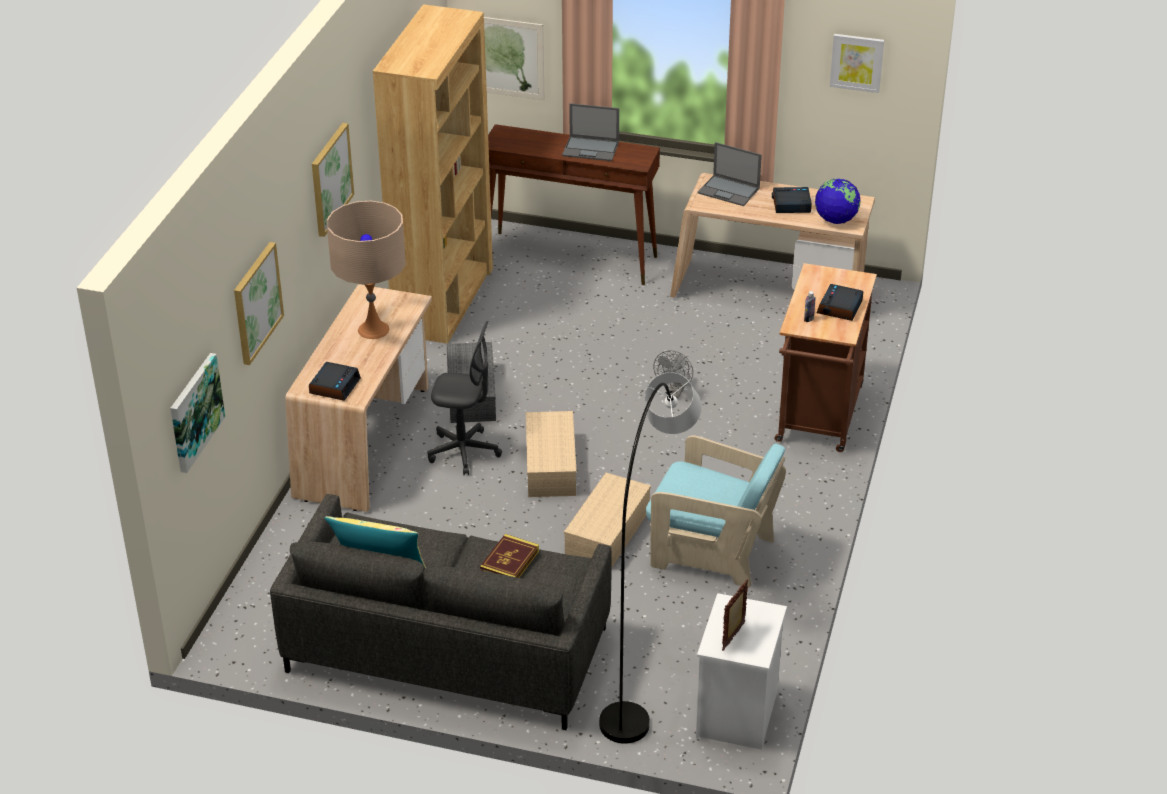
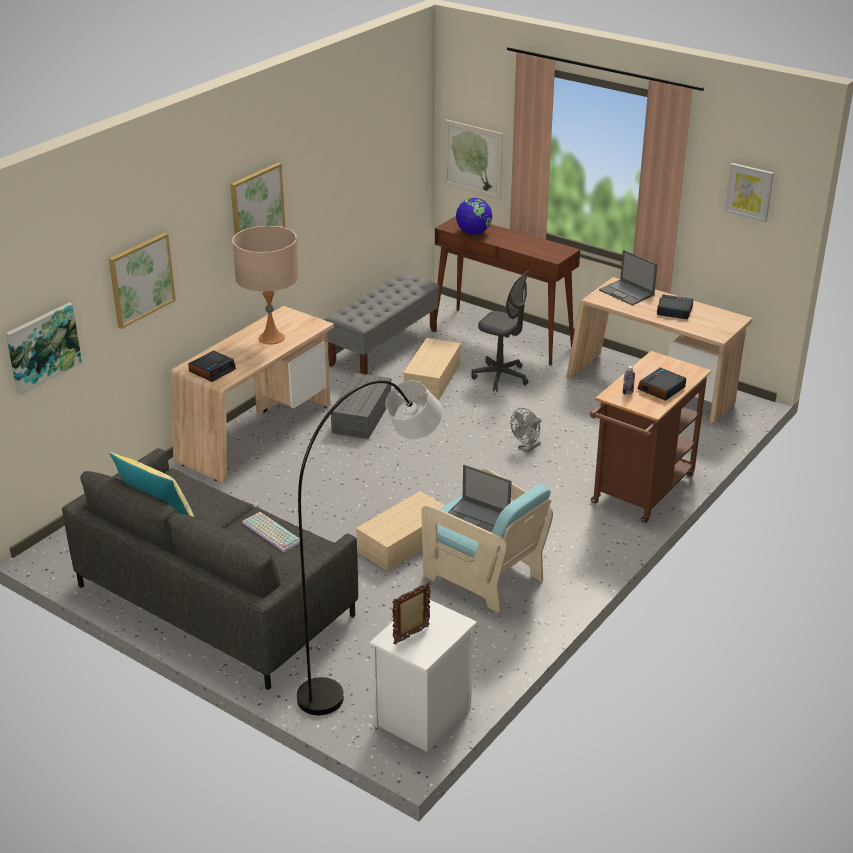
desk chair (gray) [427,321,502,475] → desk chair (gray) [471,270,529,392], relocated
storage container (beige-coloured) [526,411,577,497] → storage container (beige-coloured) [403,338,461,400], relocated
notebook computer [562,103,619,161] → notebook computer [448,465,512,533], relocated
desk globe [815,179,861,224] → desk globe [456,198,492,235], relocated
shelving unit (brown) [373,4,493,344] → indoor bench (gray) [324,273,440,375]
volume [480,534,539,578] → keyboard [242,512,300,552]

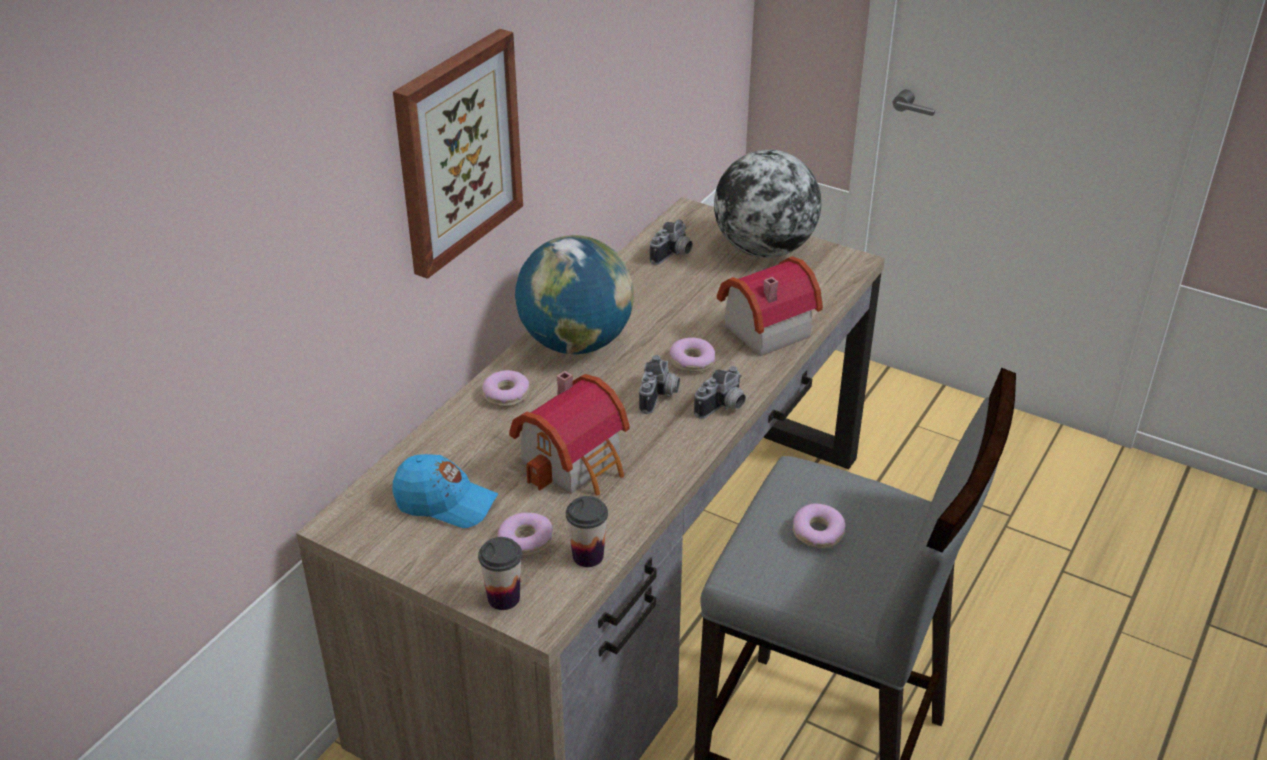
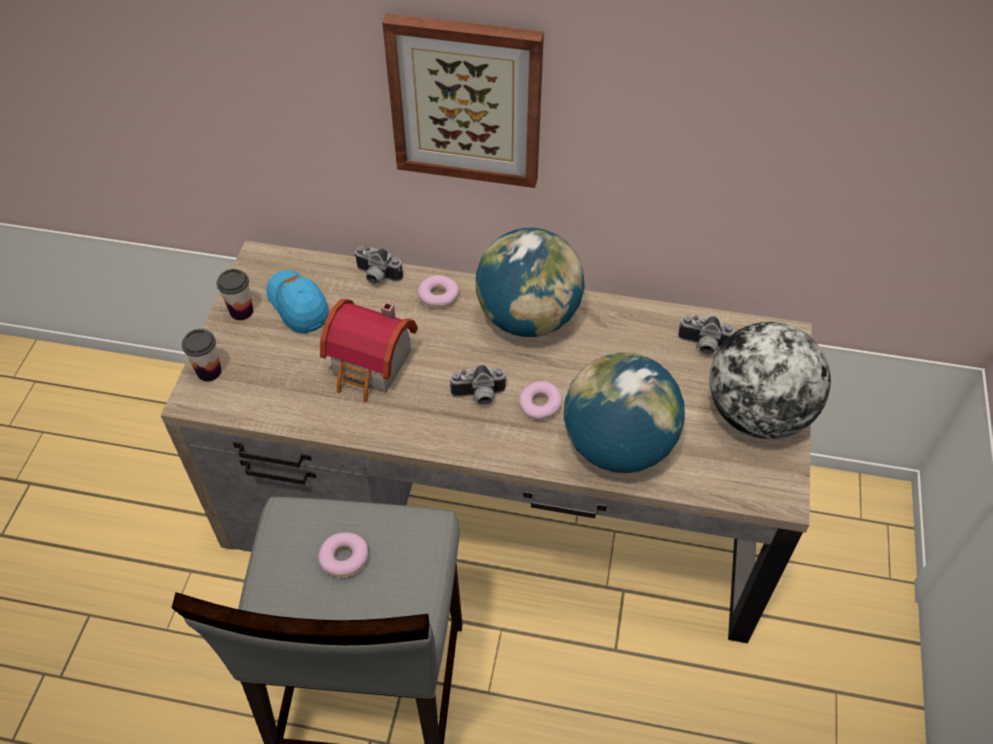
donut [497,513,553,556] → -
drinking cup [566,496,608,567] → drinking cup [217,269,253,320], relocated
still camera [694,366,746,419] → still camera [354,246,403,285], relocated
model house [717,256,823,356] → desk globe [564,352,685,473]
baseball cap (blue) [393,454,498,528] → baseball cap (blue) [266,270,329,334], 150 degrees clockwise

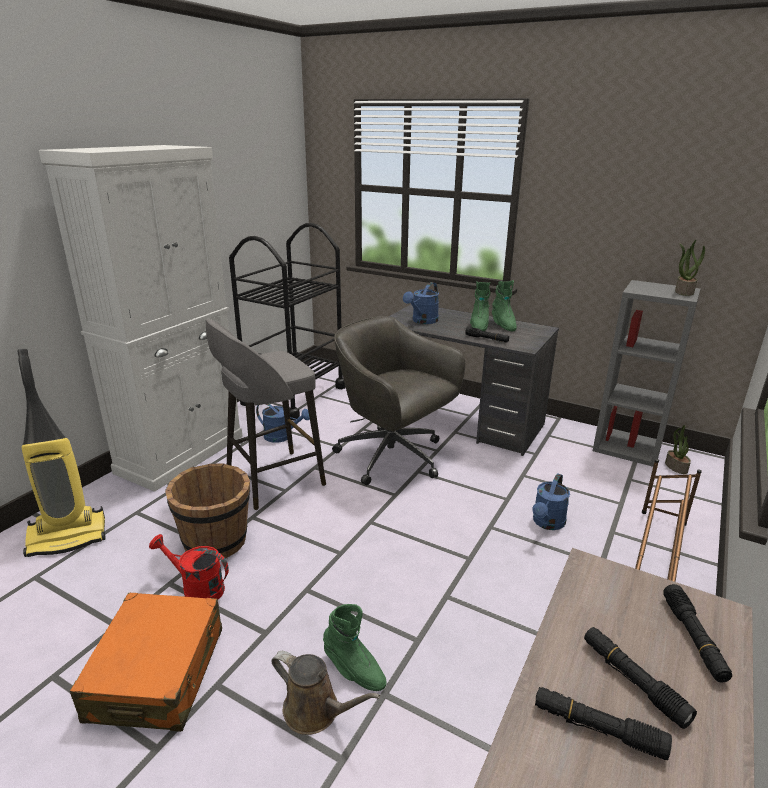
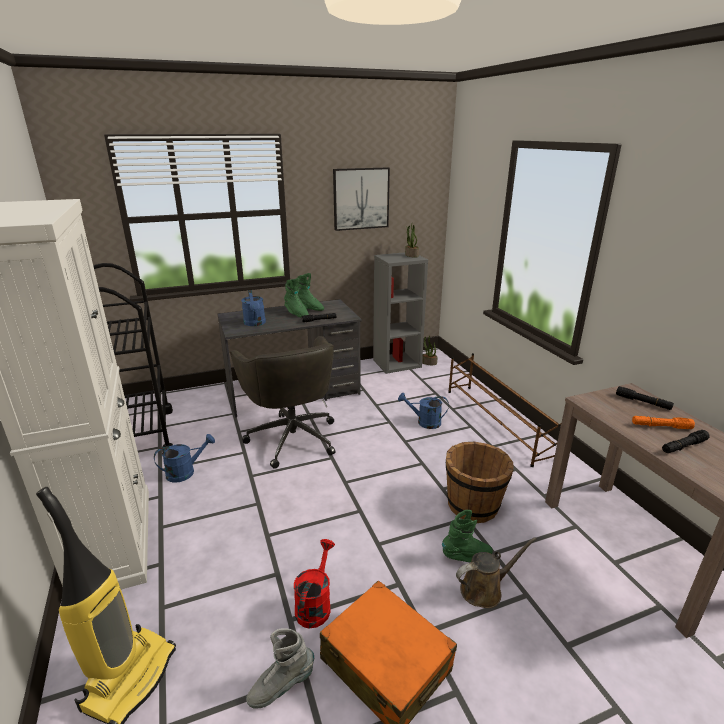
sitting stool (gray) [206,319,326,510] → -
- → high-top boot (gray) [246,628,314,709]
- → wall picture [333,167,390,231]
pail (brown) [165,464,250,559] → pail (brown) [446,442,514,523], relocated
hand torch (black-coloured) [584,627,697,729] → hand torch (orangey) [632,416,695,429]
sprinkling can (red) [149,534,229,599] → sprinkling can (red) [294,539,335,628], 135 degrees clockwise
desk chair (gray) [332,316,465,485] → desk chair (gray) [230,336,336,469], 105 degrees counterclockwise
sprinkling can (blue) [532,473,570,530] → sprinkling can (blue) [398,393,449,429], 120 degrees clockwise

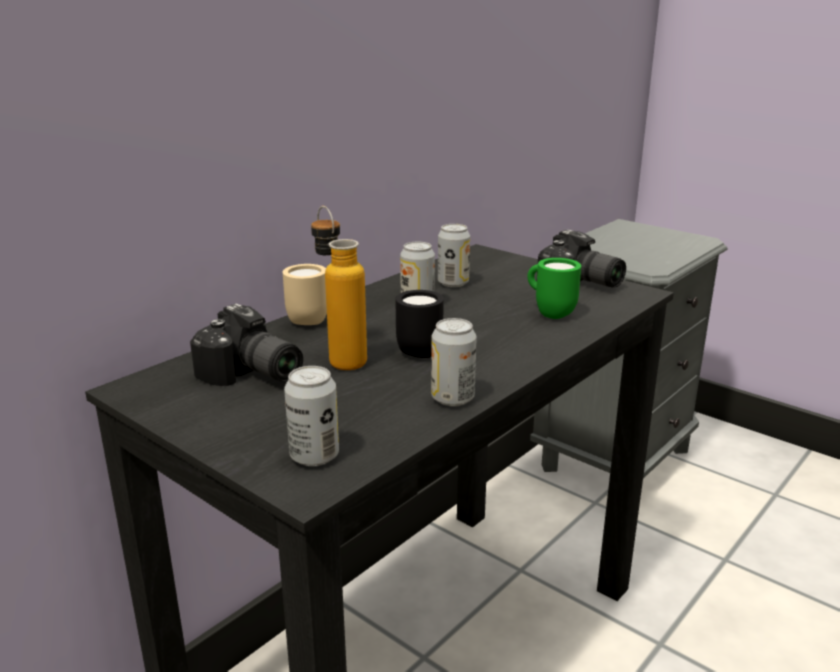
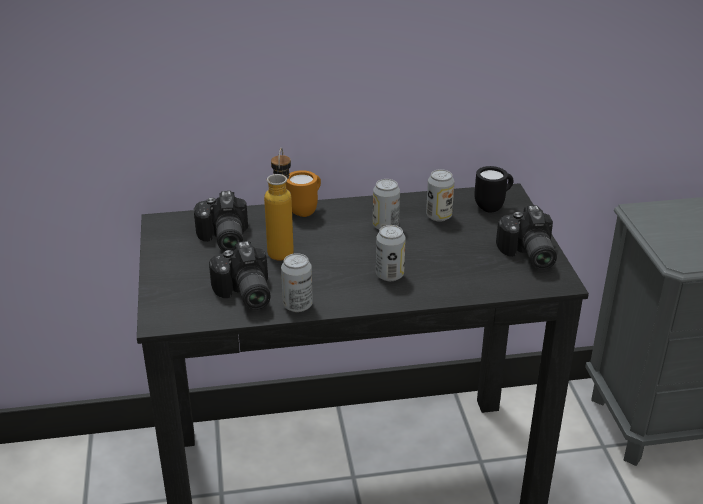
coffee mug (greenish) [527,258,581,319] → -
- → still camera [209,241,271,310]
sealed can [284,366,339,467] → sealed can [376,225,406,281], relocated
coffee mug (black-coloured) [395,290,444,358] → coffee mug (black-coloured) [474,166,514,213], relocated
coffee mug (beige-coloured) [283,264,327,325] → coffee mug (orangey) [286,170,321,217]

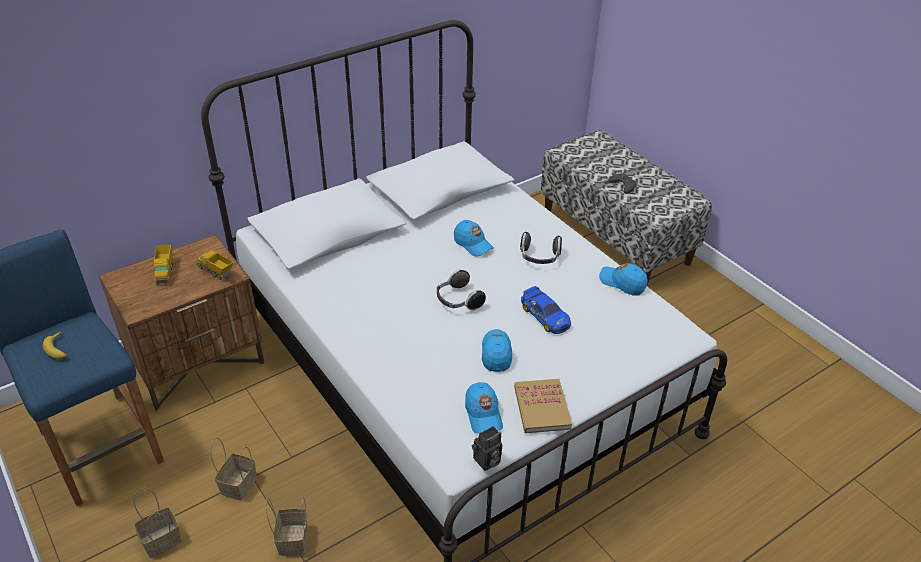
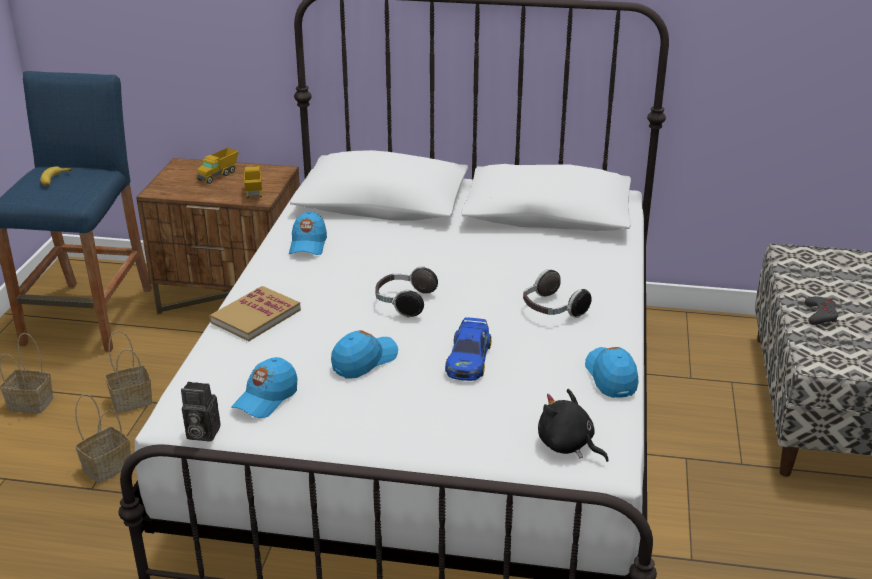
- → plush toy (black-coloured) [538,389,609,462]
baseball cap (blue) [454,220,494,256] → baseball cap (blue) [289,212,327,255], relocated
volume [514,379,572,433] → volume [209,286,301,341], relocated

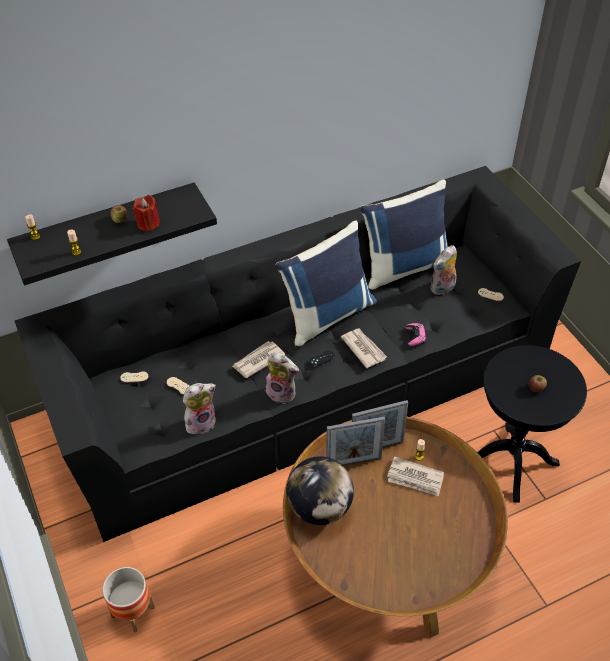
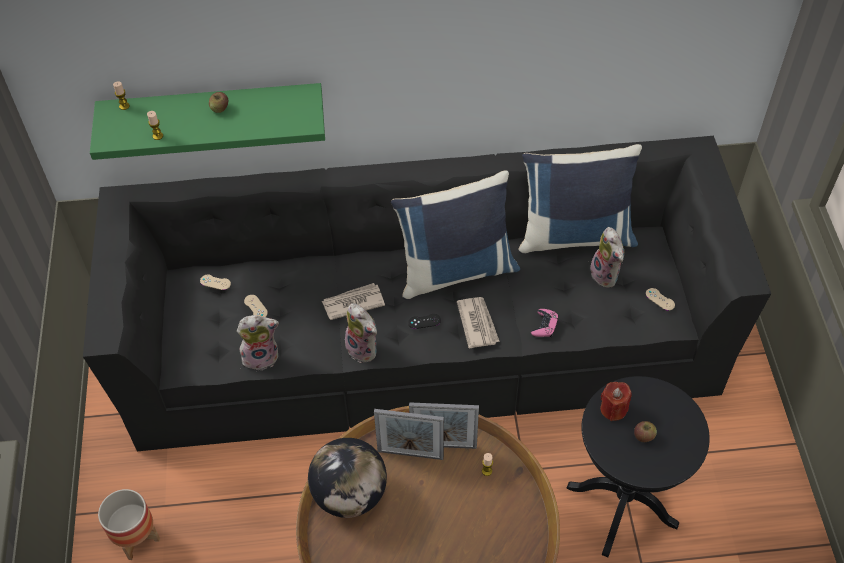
printed paper [387,457,444,496] → -
candle (red) [133,195,160,232] → candle (red) [600,382,631,421], relocated
bracket shelf (black-coloured) [7,182,217,285] → bracket shelf (greenish) [90,83,325,160]
plush toy [431,245,457,295] → plush toy [590,227,625,288], 90 degrees counterclockwise

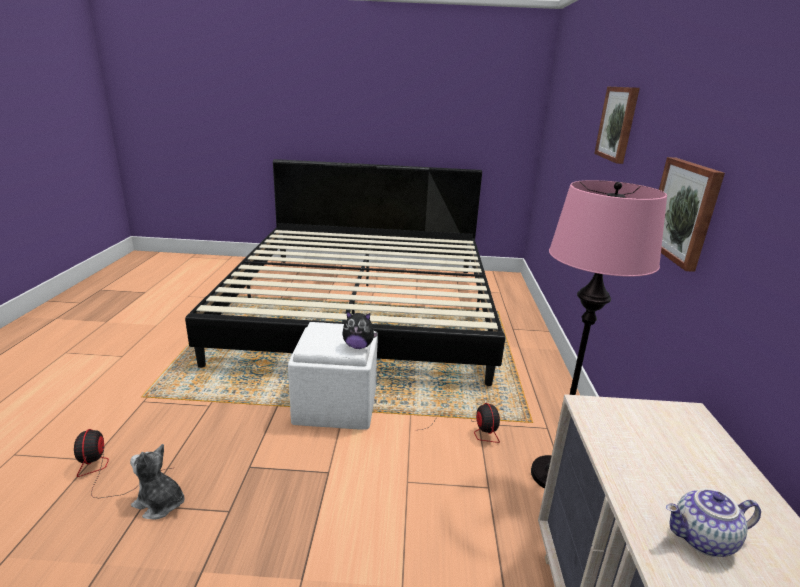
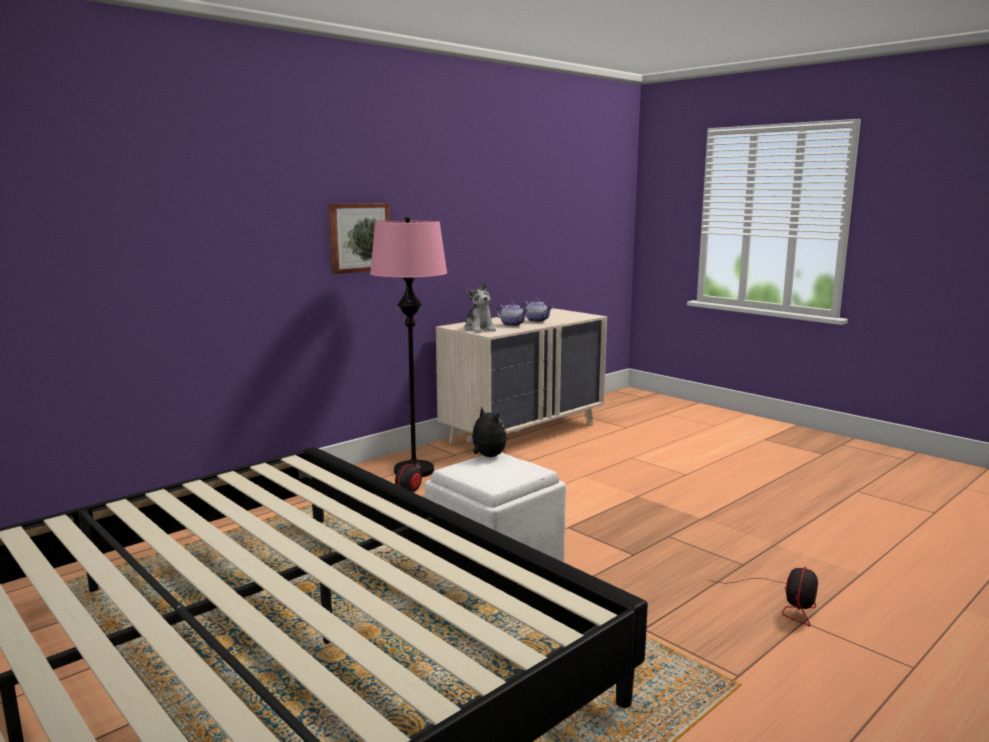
wall picture [594,87,640,164] → -
- → tea pot [497,302,528,326]
plush toy [130,444,185,520] → plush toy [464,282,496,333], relocated

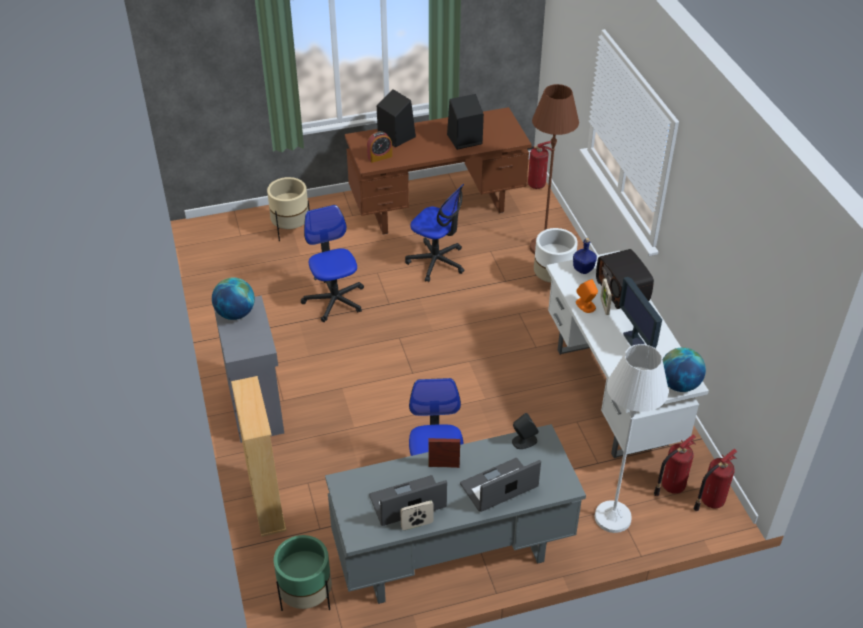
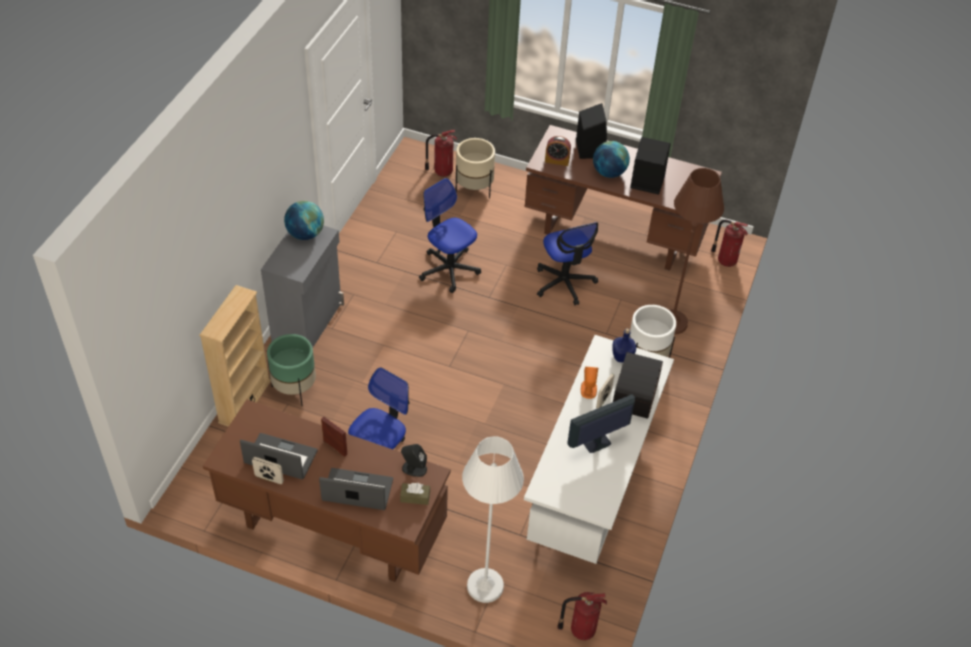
- → tissue holder (brown) [400,483,430,505]
plant pot (greenish) [274,535,332,611] → plant pot (greenish) [267,334,316,406], relocated
fire-fighting cylinder [654,434,696,496] → fire-fighting cylinder [425,130,457,177], relocated
desk globe [662,347,706,392] → desk globe [593,141,630,178], relocated
desk table (gray) [325,424,586,604] → desk table (brown) [203,400,451,582]
desk chair [301,205,364,322] → desk chair [419,178,481,293], 60 degrees counterclockwise
computer screen [619,277,662,348] → computer screen [567,394,635,453], 45 degrees clockwise

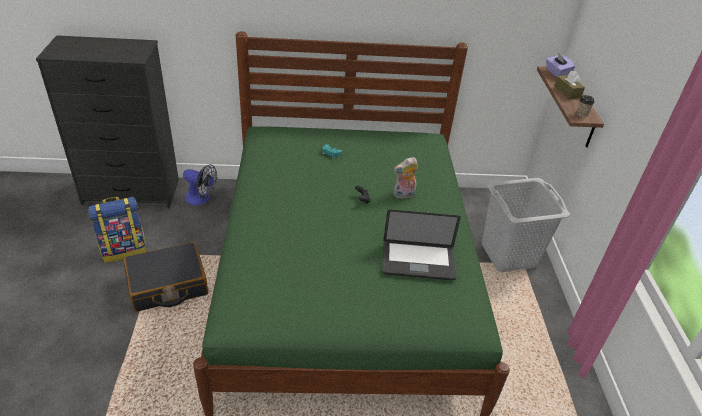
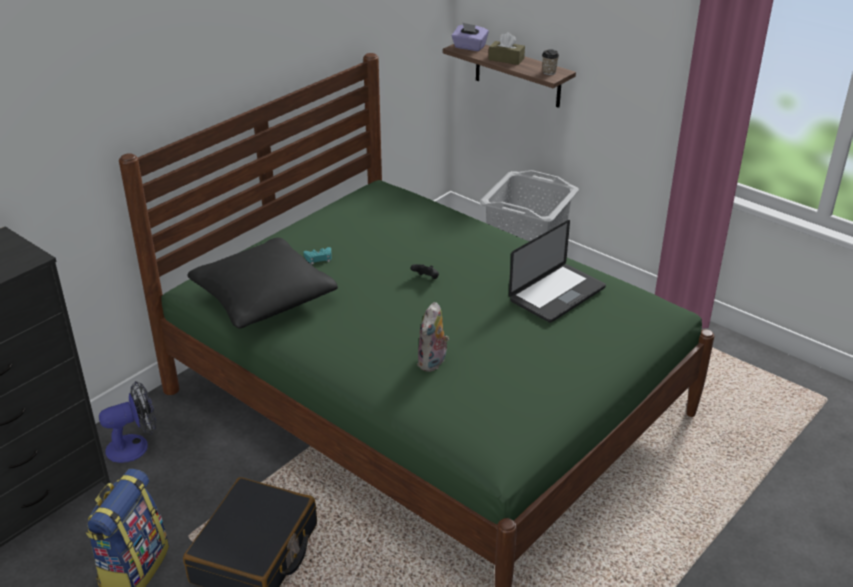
- → throw pillow (black-coloured) [187,238,338,329]
plush toy [394,157,418,199] → plush toy [417,302,449,372], relocated

